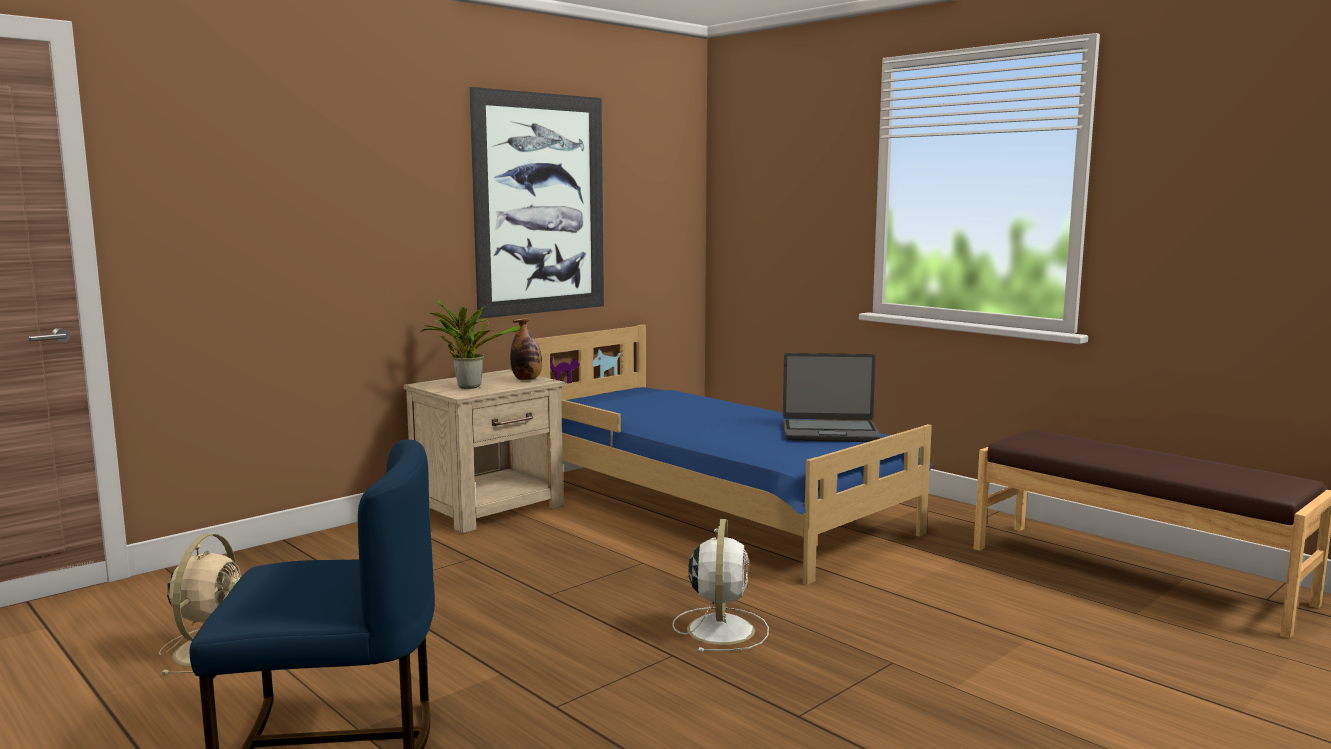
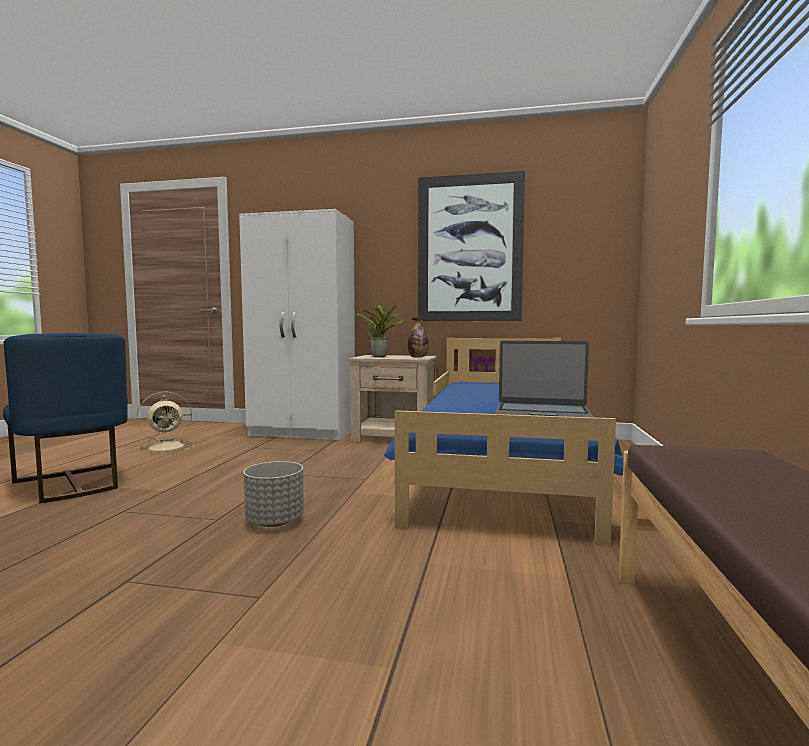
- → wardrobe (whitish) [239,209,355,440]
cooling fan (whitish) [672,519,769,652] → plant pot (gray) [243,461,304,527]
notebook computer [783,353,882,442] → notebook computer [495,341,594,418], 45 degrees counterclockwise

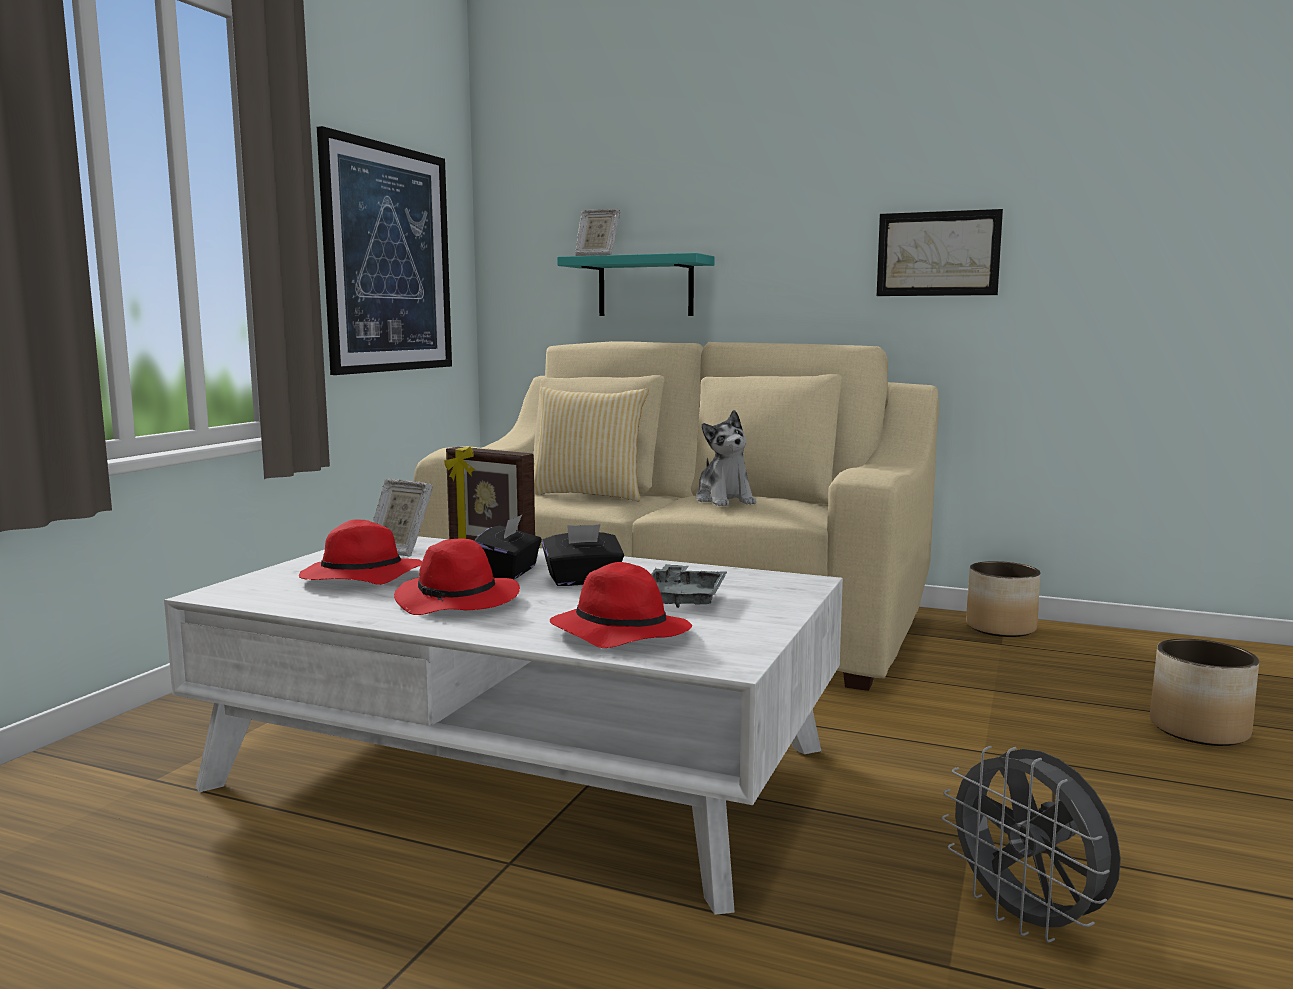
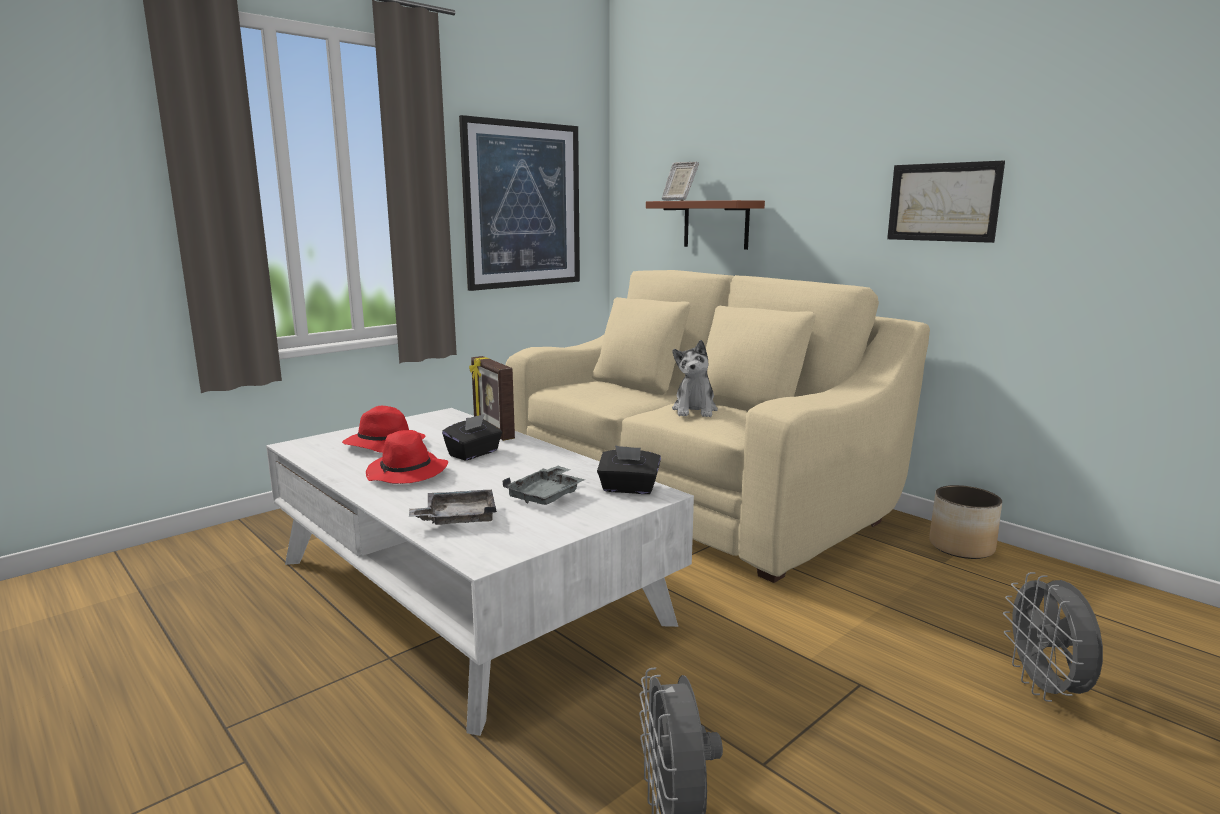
standing frame [373,479,433,557] → -
throw pillow [534,387,649,501] → -
tissue holder (black-coloured) [542,524,624,586] → tissue holder (black-coloured) [597,445,661,494], relocated
wearable hat (red) [550,562,692,648] → carrying tray (gray) [409,489,497,525]
plant pot [1150,639,1259,746] → cooling fan (gray) [1003,572,1103,702]
bracket shelf (turquoise) [557,253,715,316] → bracket shelf (brown) [646,200,765,250]

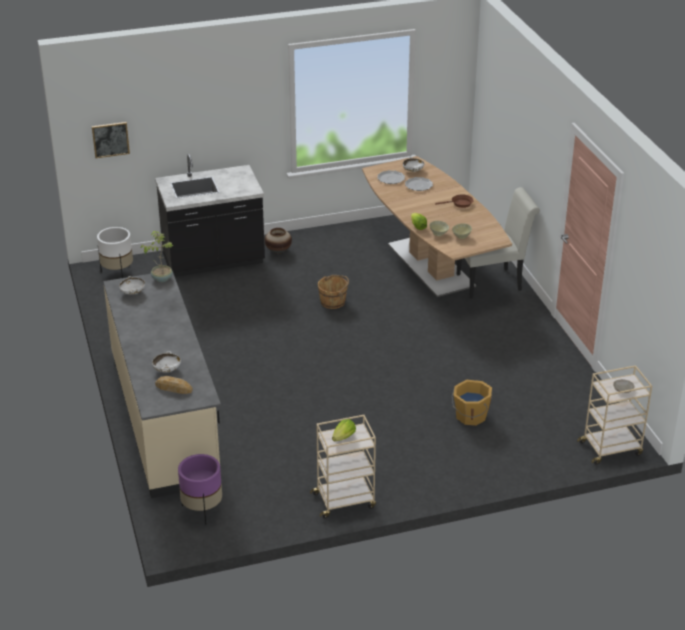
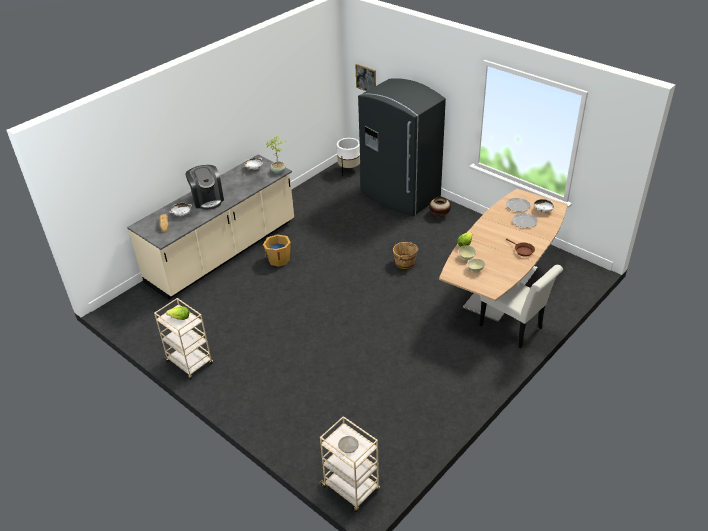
plant pot (purple-coloured) [178,454,222,525] → -
- → coffee machine [186,165,224,210]
pail (orangey) [452,380,492,426] → pail (orangey) [263,234,291,267], relocated
counter (black-coloured) [155,154,265,277] → refrigerator (gray) [358,78,446,216]

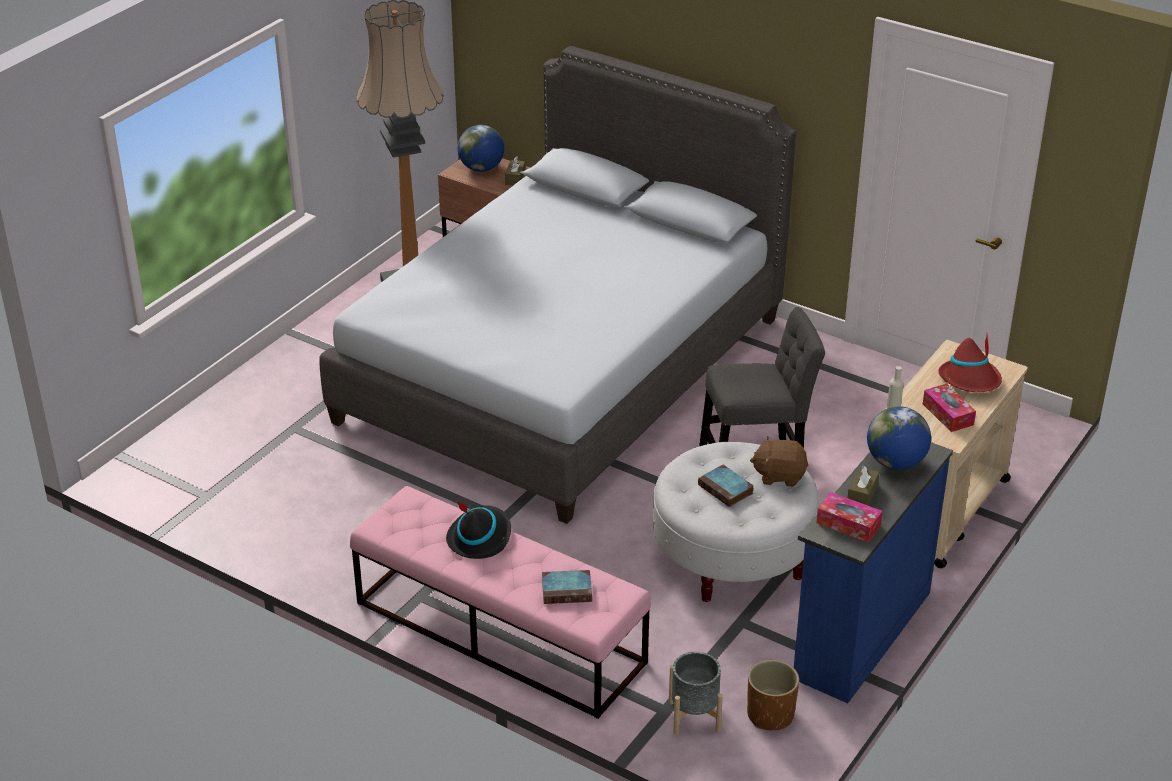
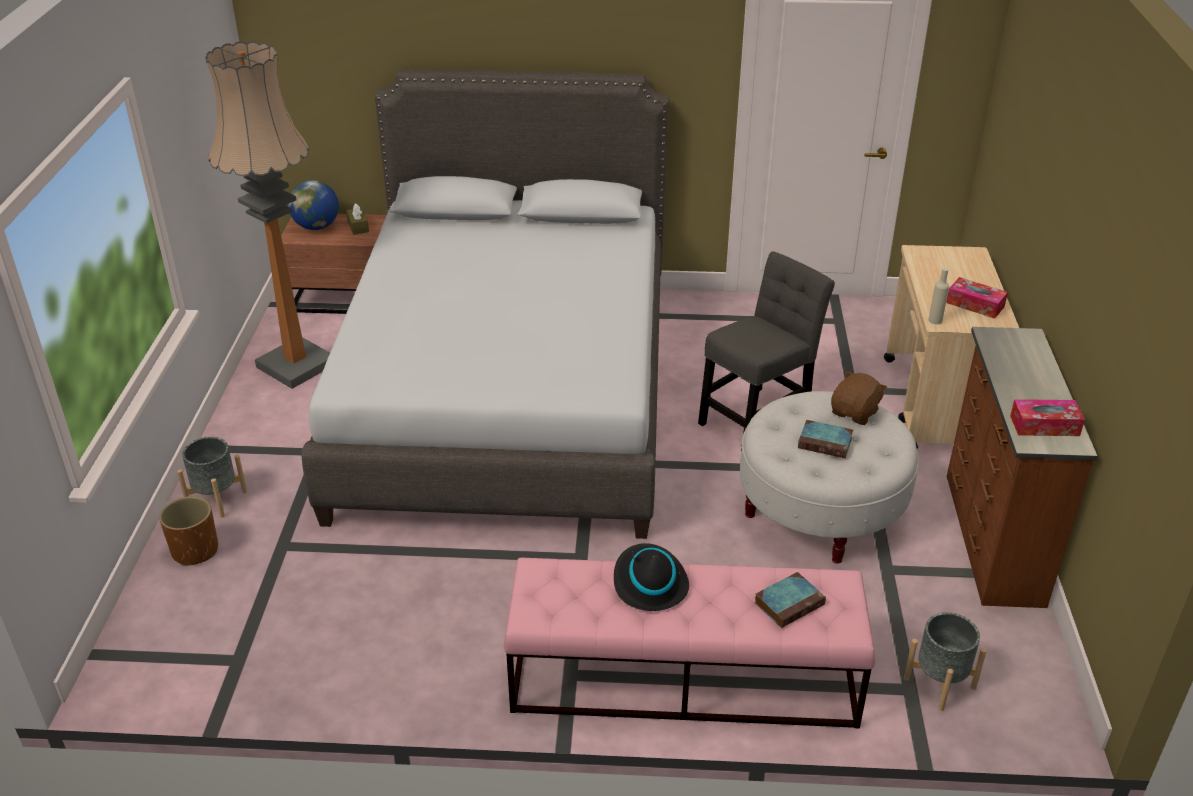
tissue holder (brown) [848,466,879,505] → -
desk globe [867,406,931,470] → -
wearable hat (red) [938,335,1002,392] → -
- → plant pot (gray) [177,437,247,518]
plant pot (brown) [747,660,799,730] → plant pot (brown) [159,496,218,566], relocated
dresser (blue) [794,442,953,703] → dresser (brown) [947,327,1098,608]
plush toy (brown) [750,436,808,487] → plush toy (brown) [831,371,887,425], 150 degrees clockwise

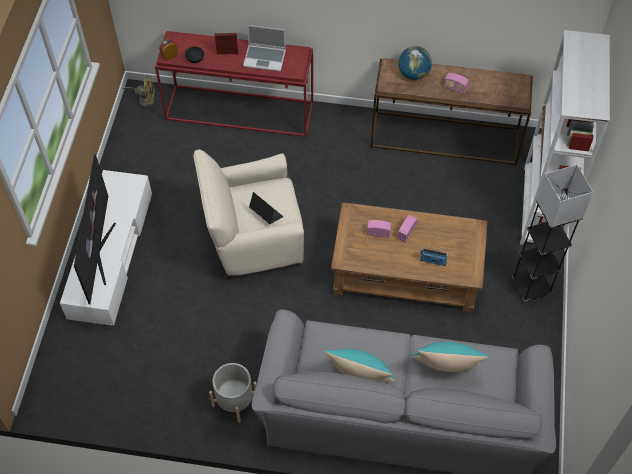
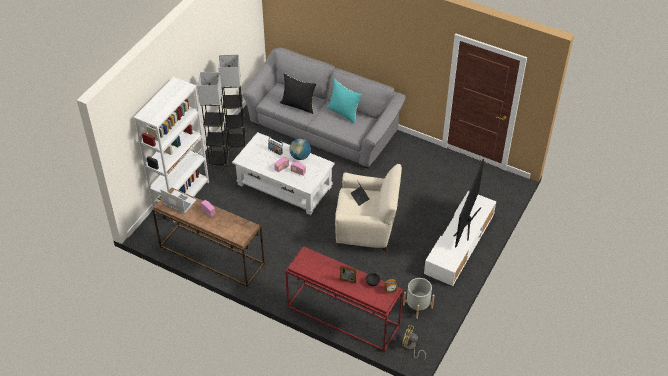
- → standing lamp (gray) [218,54,246,148]
plant pot (gray) [209,363,257,423] → plant pot (gray) [403,278,435,319], relocated
notebook computer [243,25,286,72] → notebook computer [160,189,196,213], relocated
desk globe [398,46,432,80] → desk globe [289,139,311,160], relocated
coffee table (brown) [331,202,488,312] → coffee table (whitish) [232,132,335,215]
throw pillow (turquoise) [411,342,489,372] → throw pillow (black-coloured) [280,73,316,114]

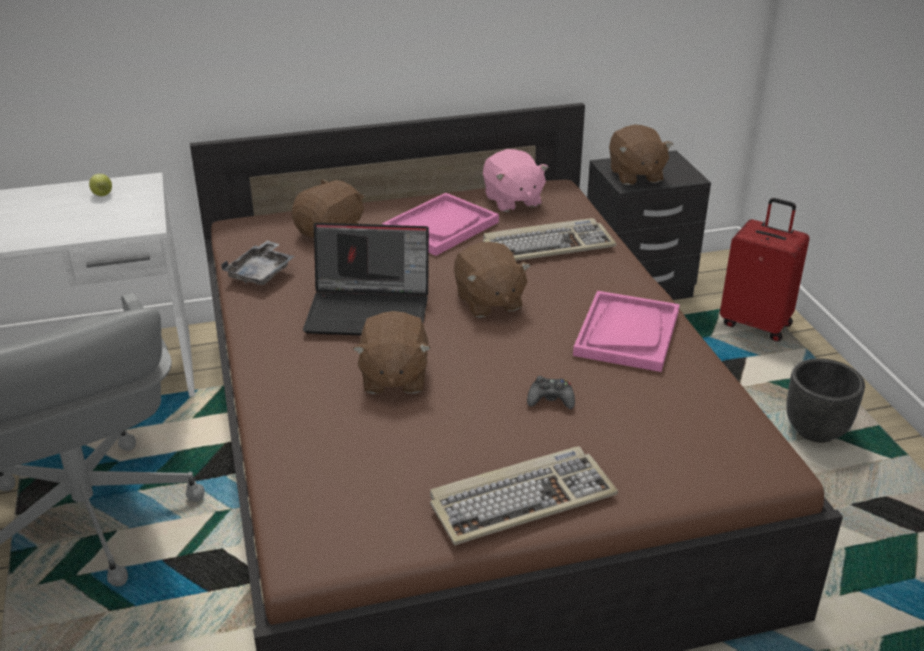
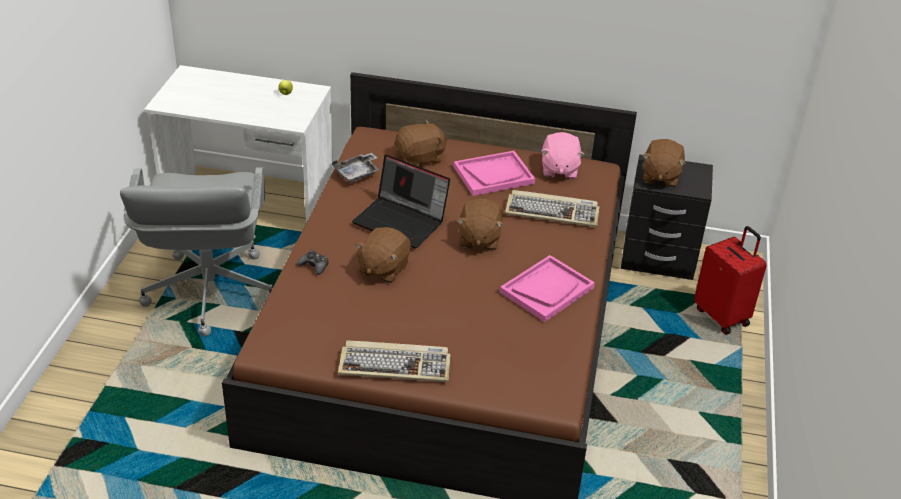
plant pot (black-coloured) [786,358,865,443] → -
game controller (black-coloured) [527,376,575,409] → game controller (black-coloured) [297,250,328,275], relocated

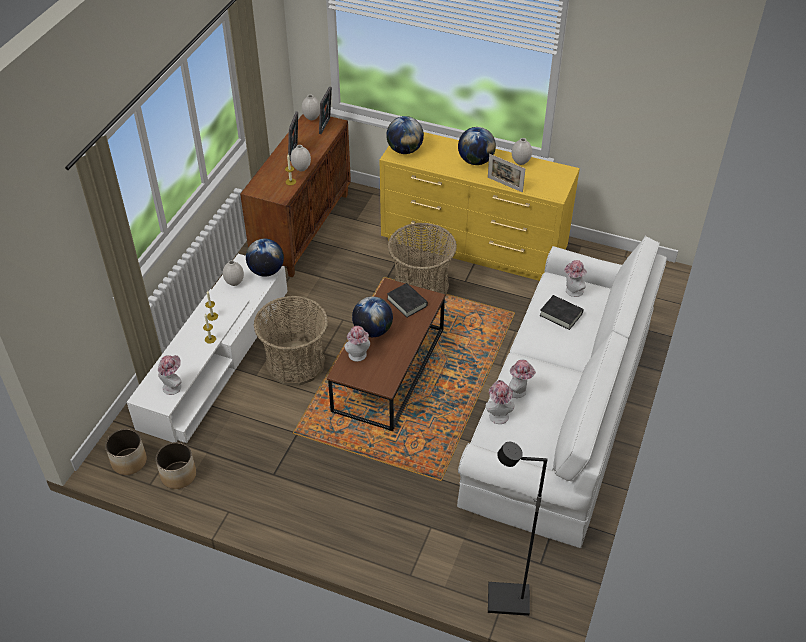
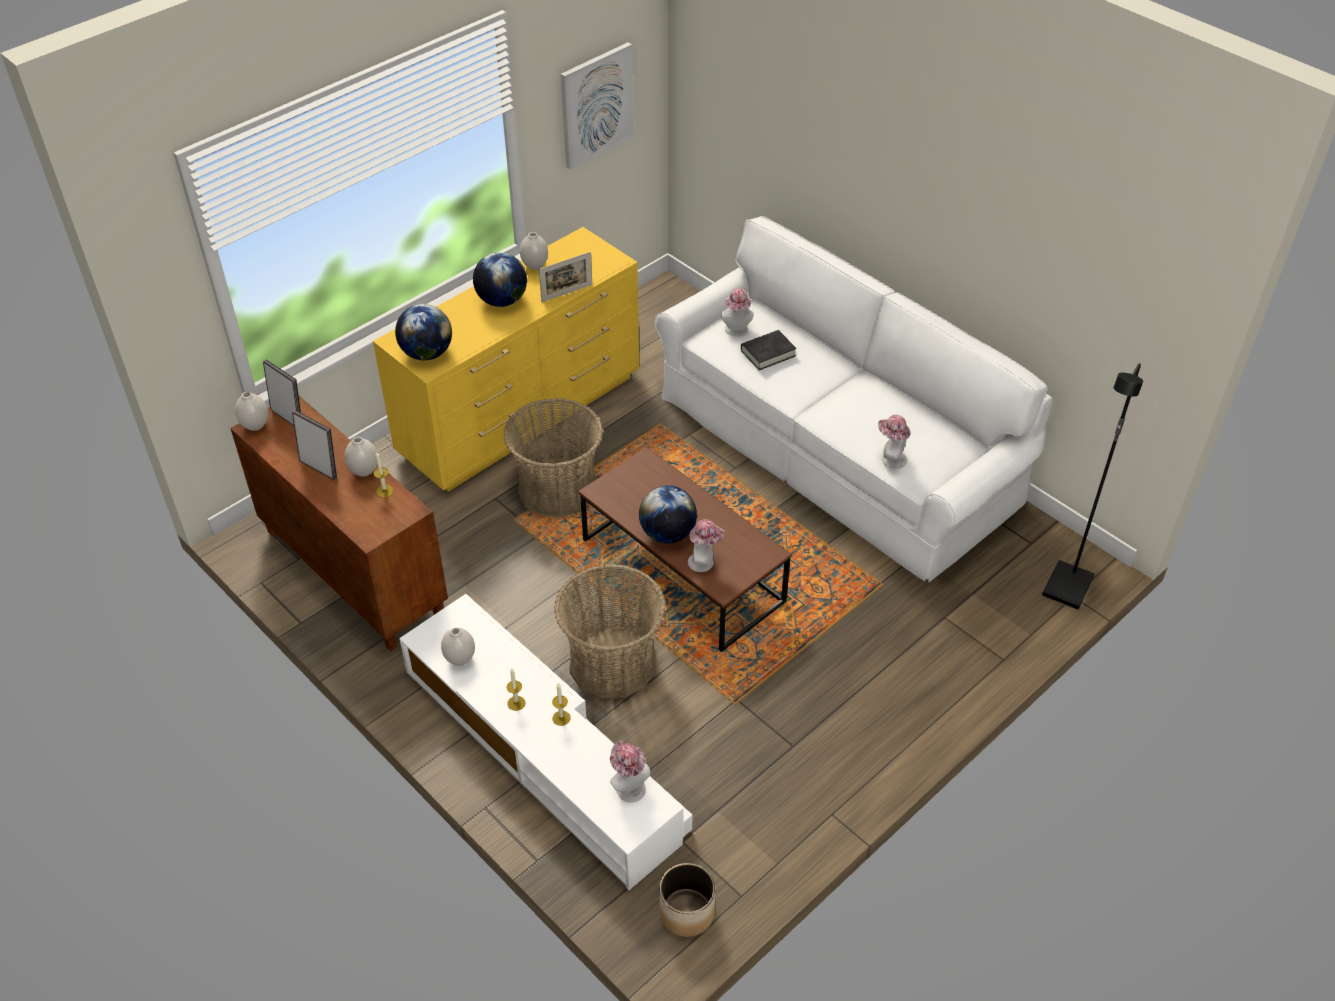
plant pot [156,442,196,489] → -
desk globe [246,239,284,277] → -
volume (black-coloured) [387,283,428,317] → -
wearable hat [509,360,536,398] → -
- → wall picture [561,42,634,169]

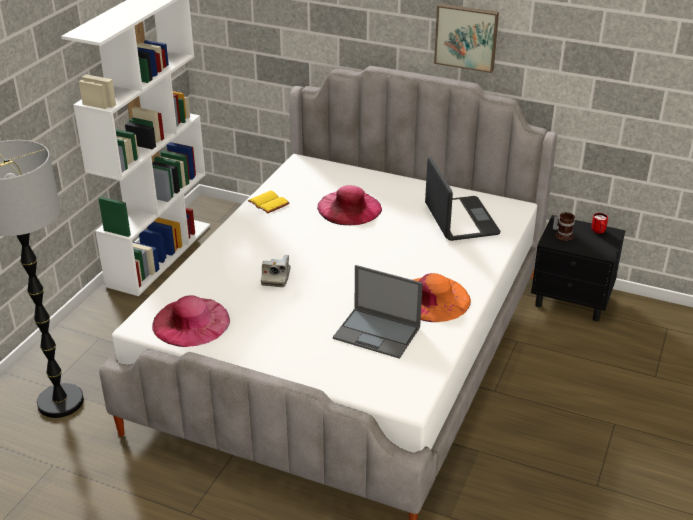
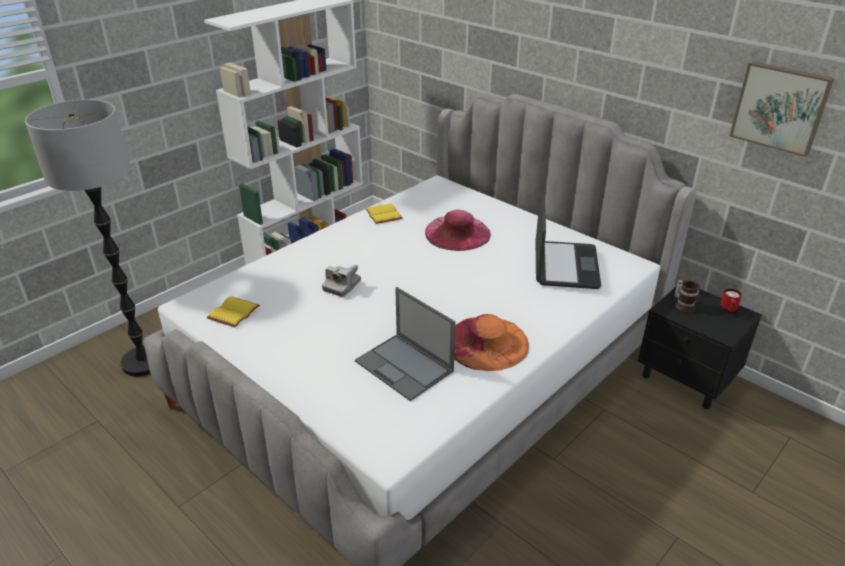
wall picture [434,4,499,73] → wall picture [730,61,834,157], relocated
wearable hat (pink-coloured) [152,295,230,347] → volume (yellowish) [207,296,260,328]

